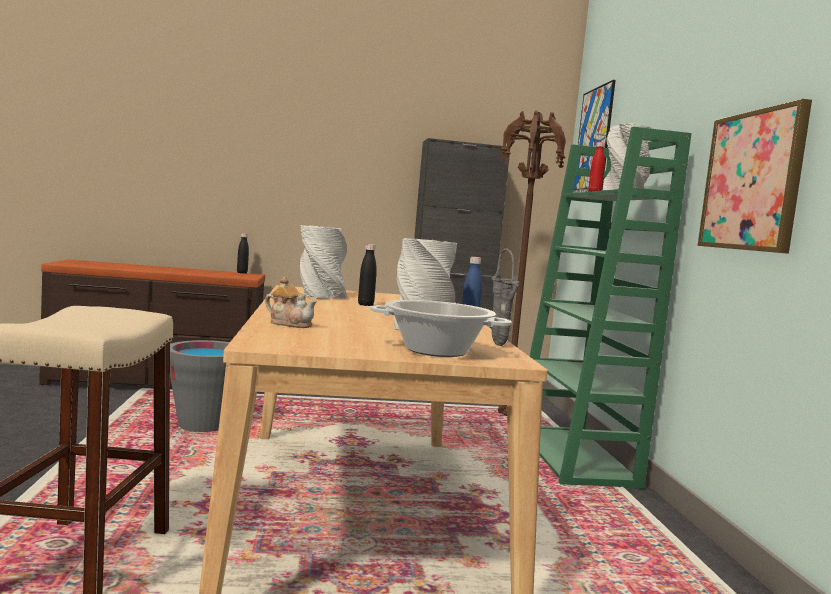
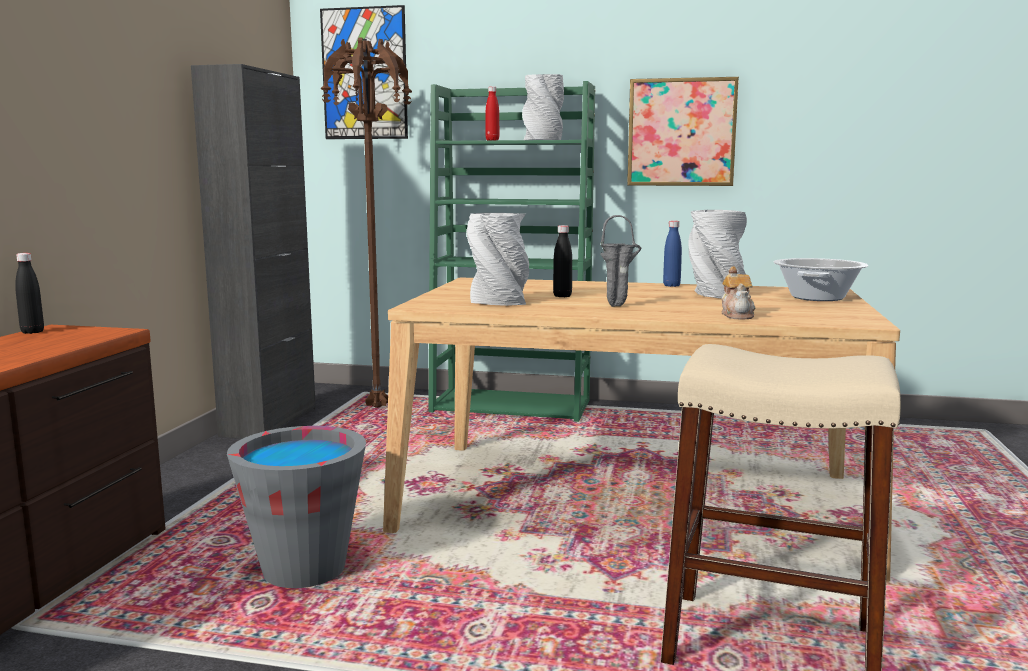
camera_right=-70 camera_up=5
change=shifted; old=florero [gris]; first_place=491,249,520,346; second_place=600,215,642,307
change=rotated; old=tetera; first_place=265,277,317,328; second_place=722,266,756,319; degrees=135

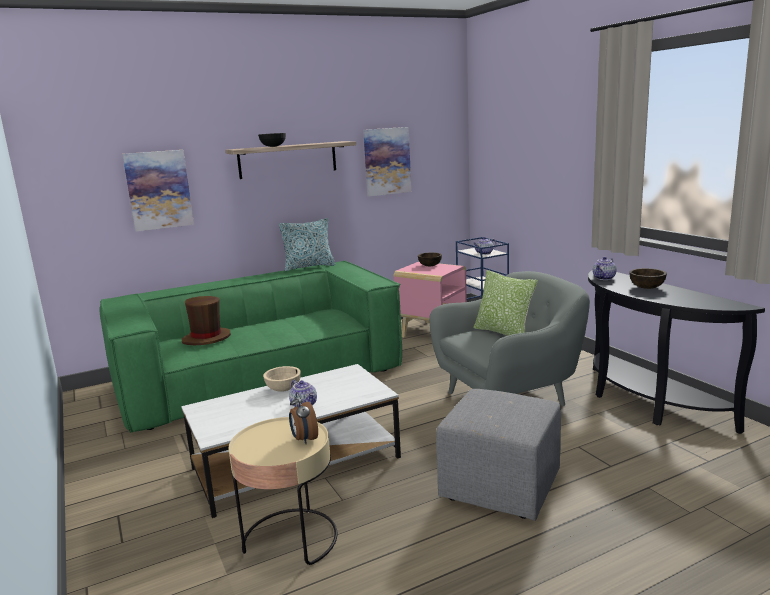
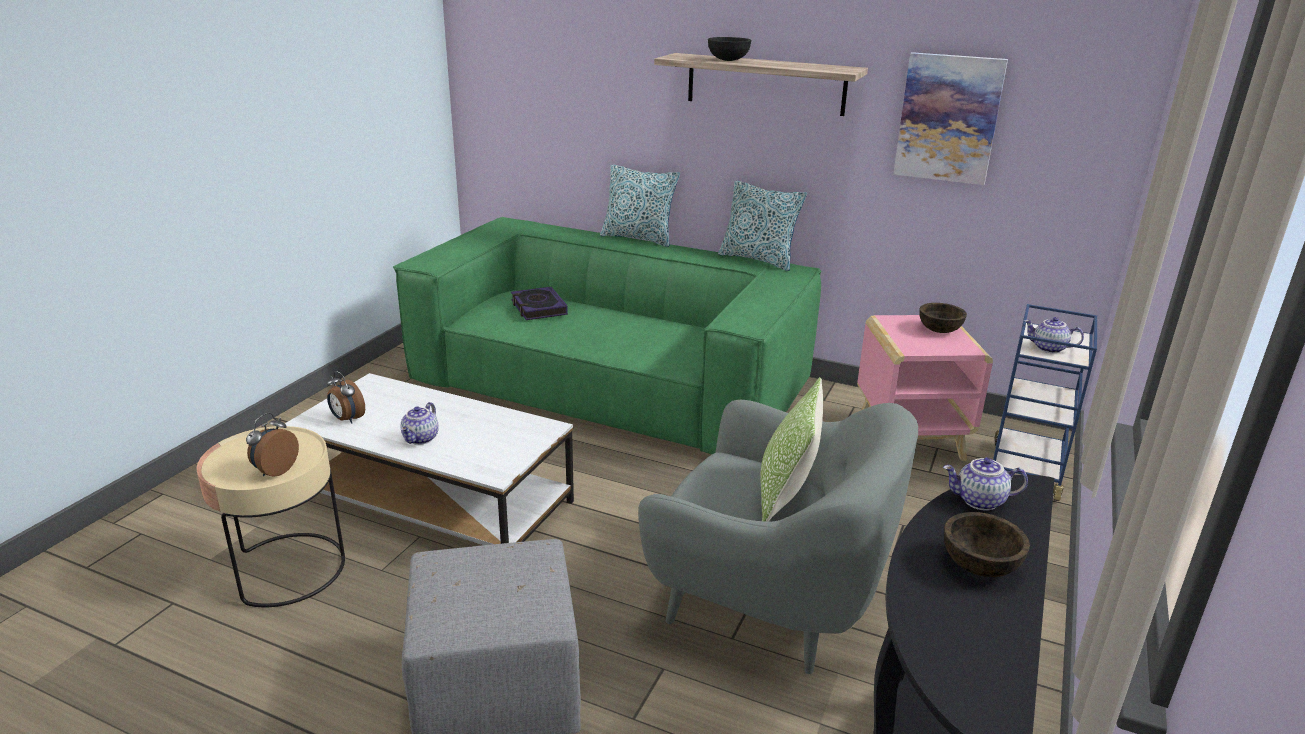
camera_right=50 camera_up=10
change=new; new=despertador; second_place=327,371,365,424
change=swapped; old=sombrero [marrón]; new=libro; first_place=182,296,231,345; second_place=511,287,568,320
change=new; new=cojín; second_place=600,164,680,247
change=gone; old=cuadro; first_place=122,150,194,232
change=gone; old=cuenco [beis]; first_place=263,366,301,392

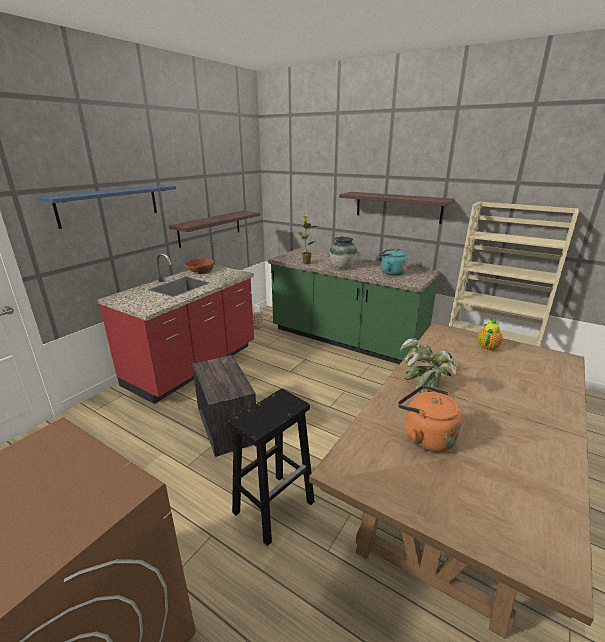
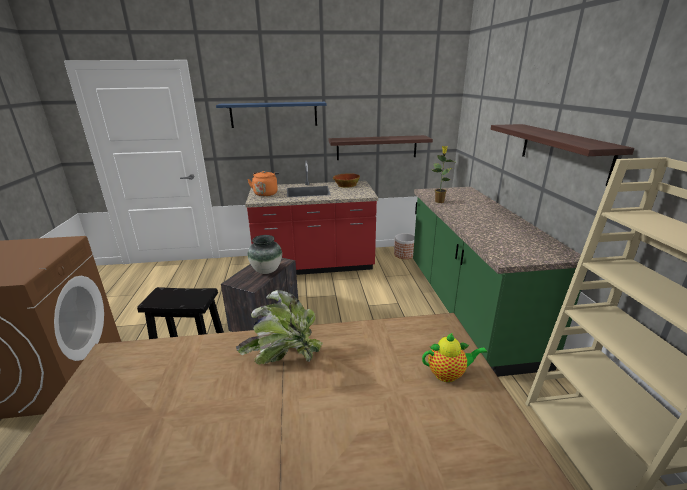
camera_right=50 camera_up=0
change=shifted; old=hervidor [naranja]; first_place=398,385,462,452; second_place=247,171,279,196
change=shifted; old=florero; first_place=329,237,357,269; second_place=248,235,282,274
change=gone; old=hervidor [turquesa]; first_place=378,249,408,276

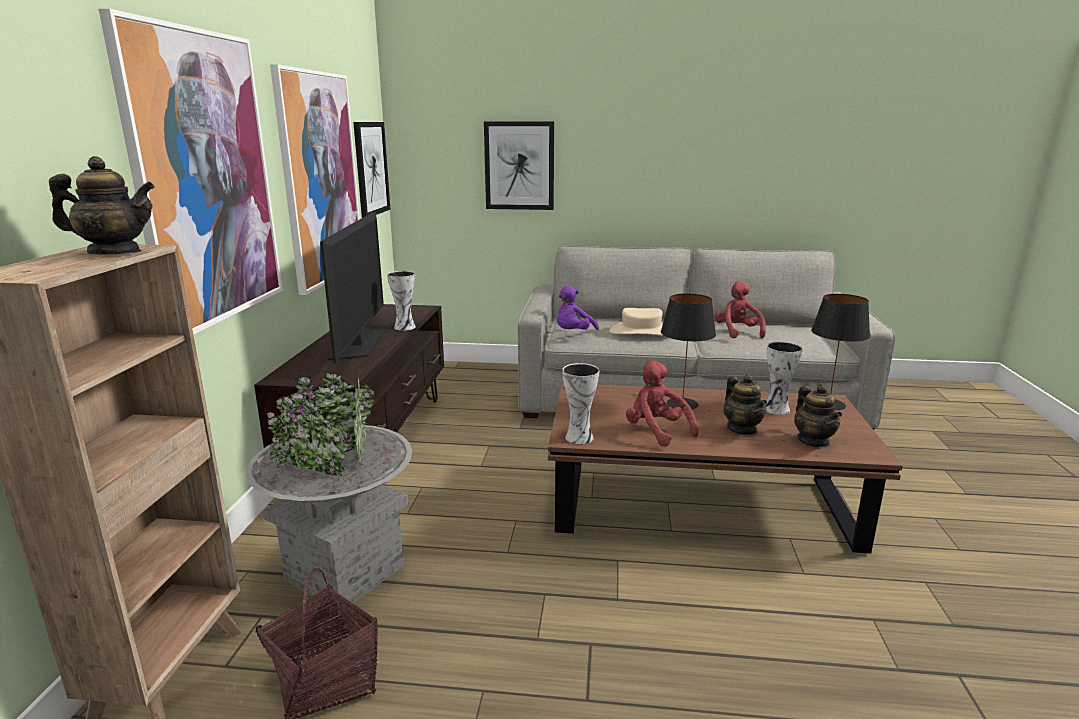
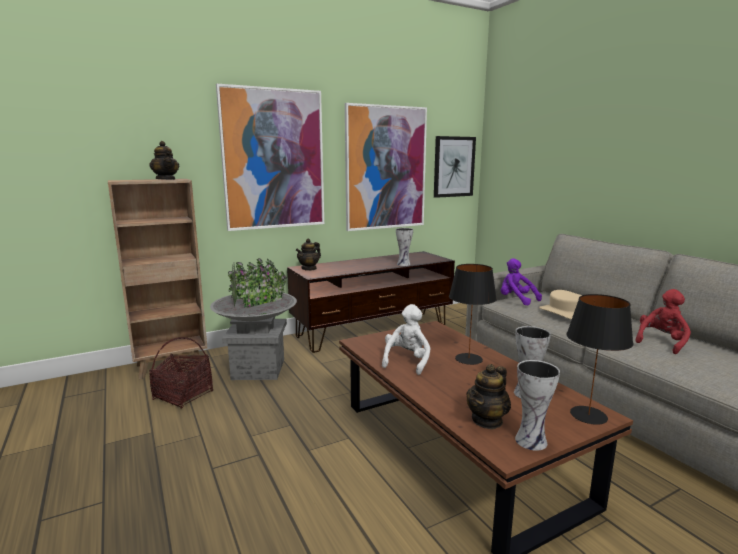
camera_right=55 camera_up=-5
change=shifted; old=tetera; first_place=723,374,767,435; second_place=296,238,321,271
change=repainted; old=peluche [rojo]; new=peluche [blanco]; first_place=626,360,700,447; second_place=382,304,430,375
change=rotated; old=peluche [morado]; first_place=557,286,599,330; second_place=501,258,542,306; degrees=45
change=shifted; old=florero; first_place=562,363,599,444; second_place=515,360,560,451
change=gone; old=televisor; first_place=320,212,385,363
change=gone; old=cuadro; first_place=484,121,554,210

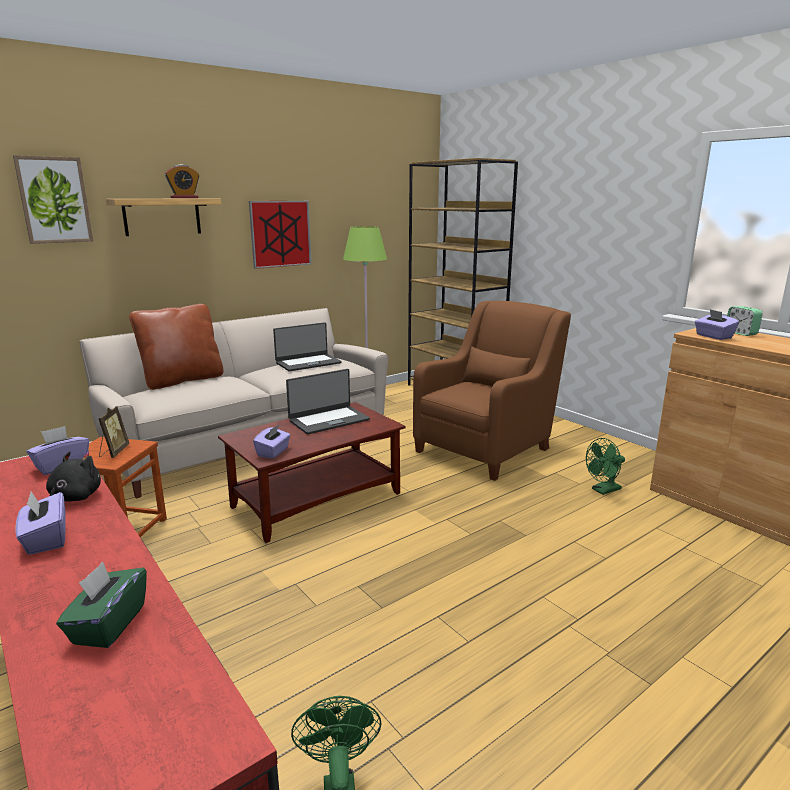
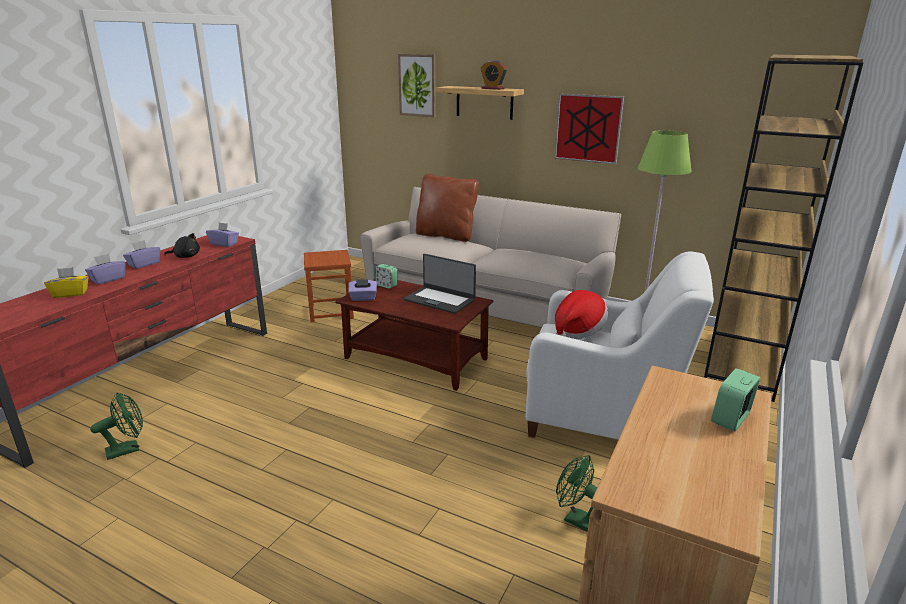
camera_right=65 camera_up=5
change=repainted; old=caja de pañuelos [verde]; new=caja de pañuelos [amarillo]; first_place=56,562,147,648; second_place=44,267,89,298
change=shifted; old=caja de pañuelos [morado]; first_place=695,309,739,340; second_place=85,254,125,284
change=new; new=despertador; second_place=374,264,398,289
change=repainted; old=sillón [marrón]; new=sillón [blanco]; first_place=413,301,571,481; second_place=526,251,714,440
change=new; new=sombrero; second_place=555,290,608,339
change=gone; old=portarretratos; first_place=98,406,130,458
change=gone; old=portátil; first_place=273,322,341,371

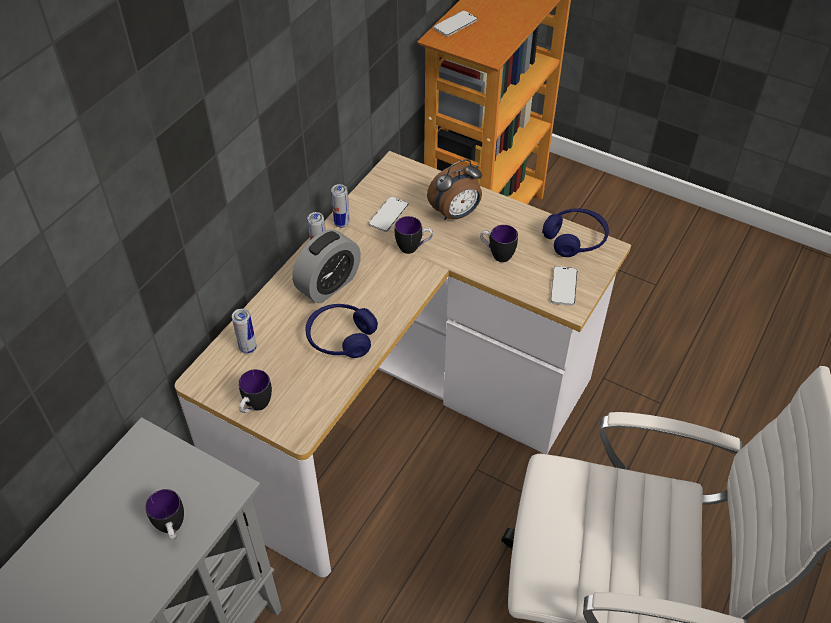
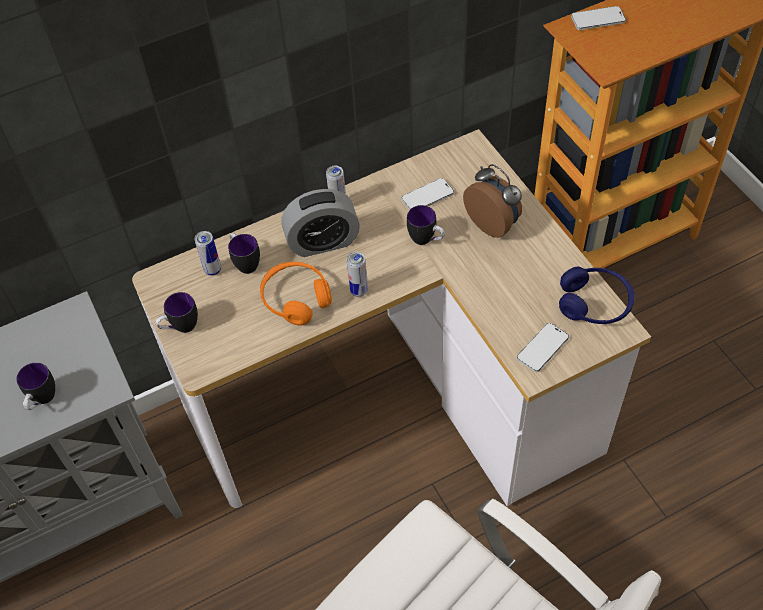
camera_right=35 camera_up=5
change=shifted; old=taza grande; first_place=480,225,518,262; second_place=228,233,260,274
change=repainted; old=auriculares [azul]; new=auriculares [naranja]; first_place=306,304,378,358; second_place=260,262,332,326
change=shifted; old=lata; first_place=331,184,350,228; second_place=347,252,368,297
change=rotated; old=despertador; first_place=427,159,482,220; second_place=463,164,522,238; degrees=-135

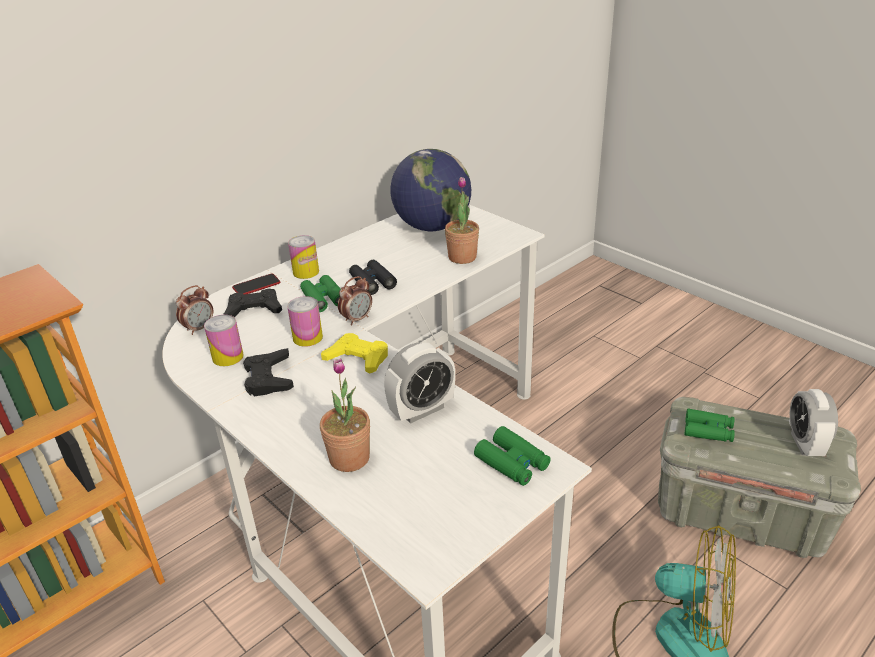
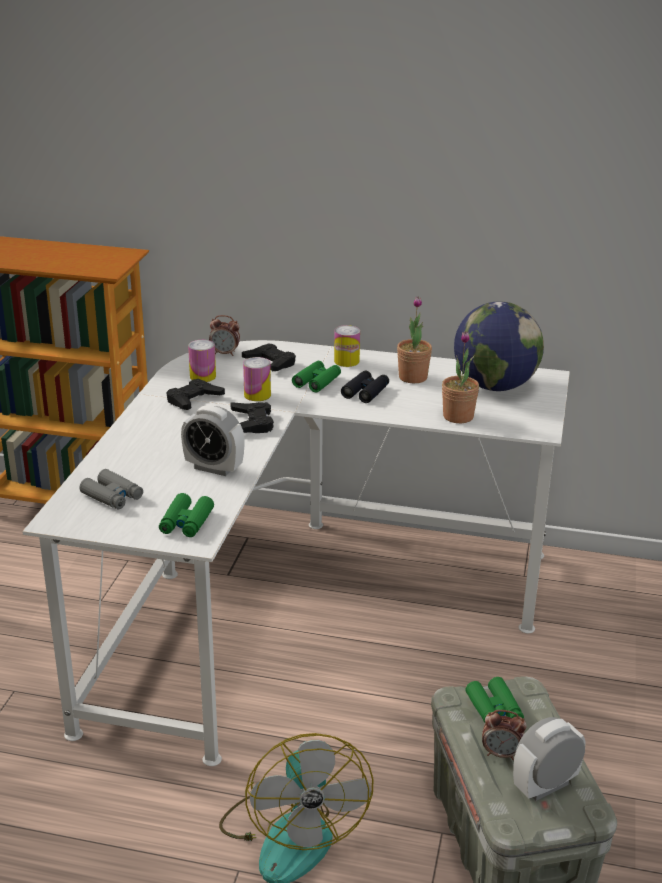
camera_right=55 camera_up=-5
change=new; new=prismáticos [gris]; second_place=79,469,143,509
change=repainted; old=mando de consola [amarillo]; new=mando de consola [negro]; first_place=321,333,388,373; second_place=230,402,274,433
change=shifted; old=planta en maceta; first_place=320,358,370,472; second_place=397,297,432,383
change=shifted; old=despertador; first_place=338,276,372,326; second_place=482,710,527,760
change=gone; old=móvil; first_place=232,274,280,295

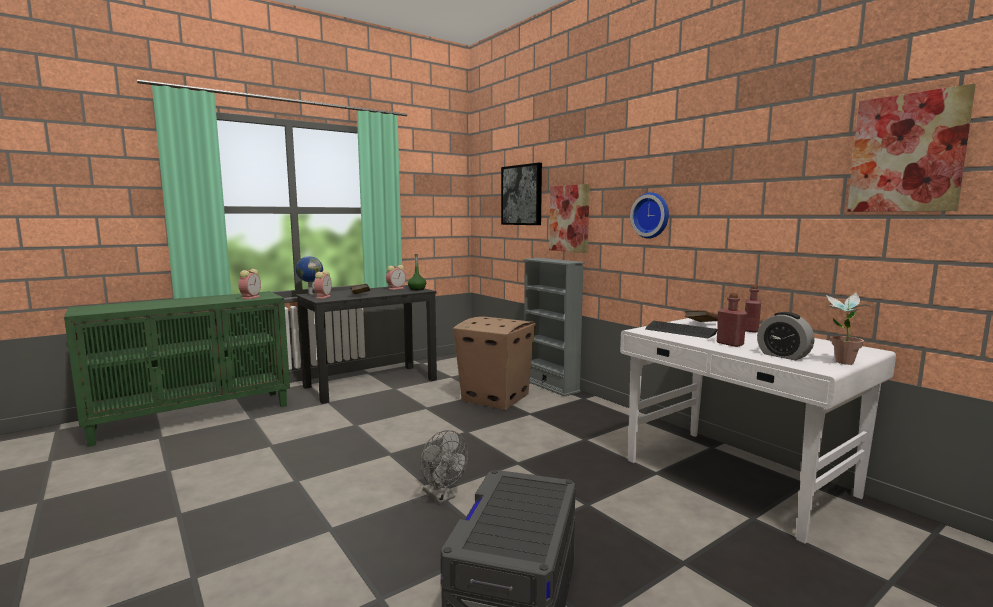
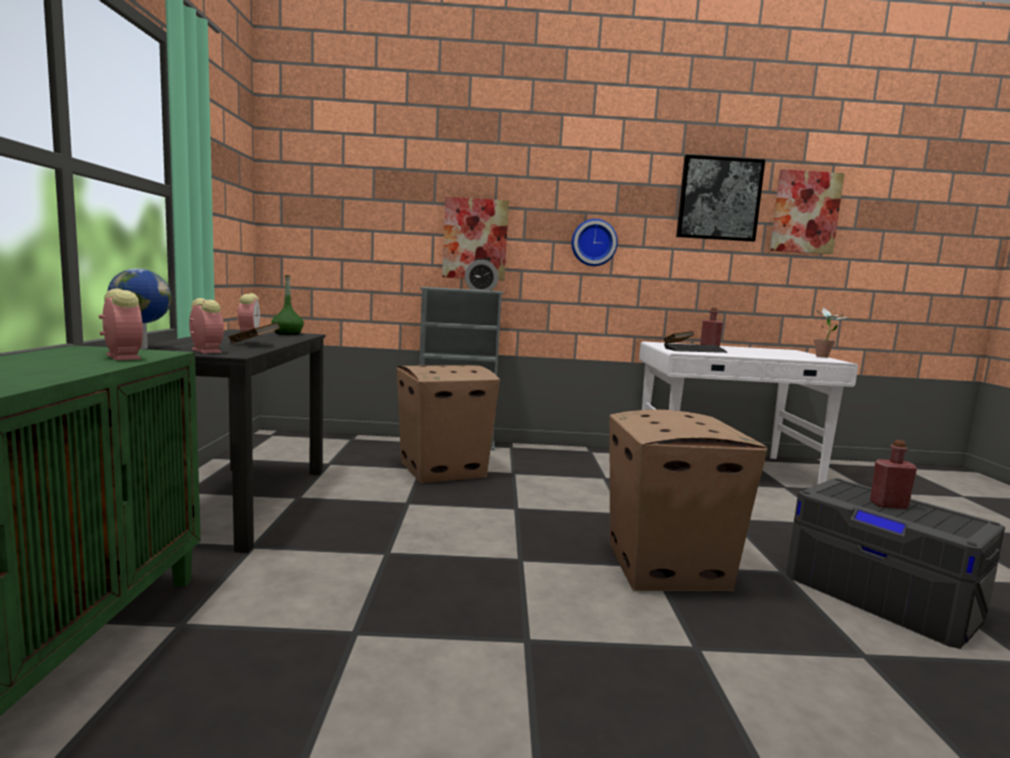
camera_right=-55 camera_up=0
change=shifted; old=despertador; first_place=757,312,814,361; second_place=465,258,498,291
change=swapped; old=ventilador [gris]; new=caja de cartón; first_place=420,430,468,503; second_place=609,409,767,592
change=shifted; old=cuadro; first_place=501,163,542,225; second_place=676,155,765,242
change=shifted; old=botella [rojo]; first_place=717,293,747,347; second_place=870,440,917,509

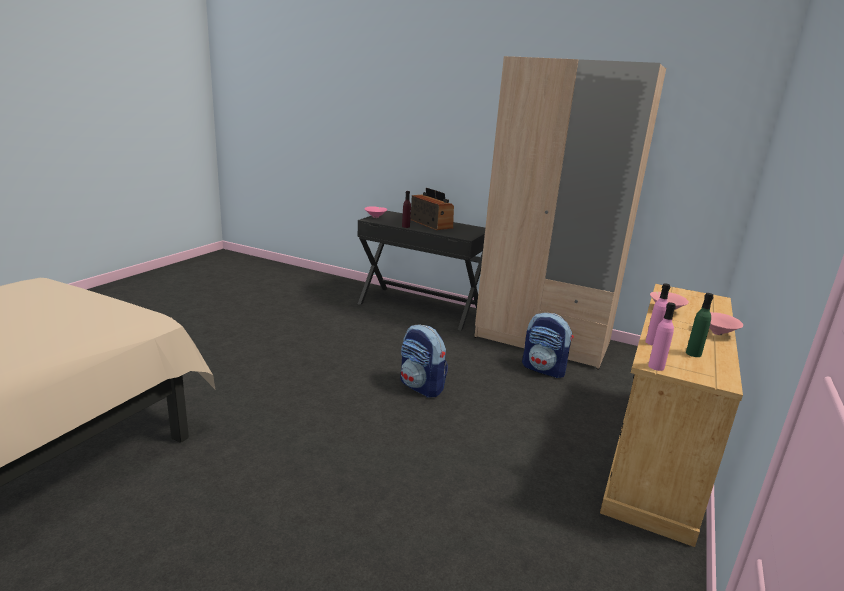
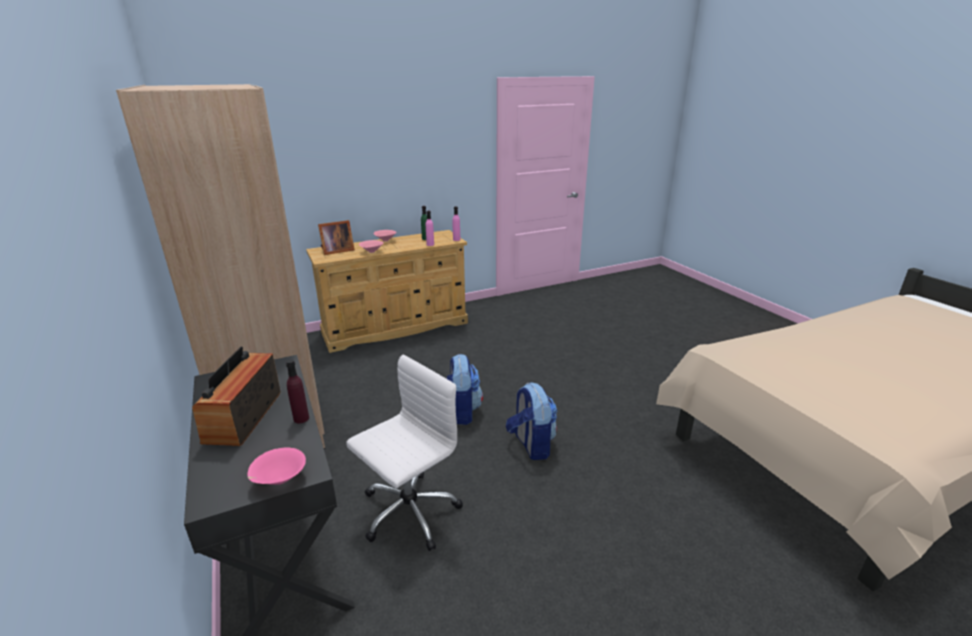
camera_right=-140 camera_up=5
change=new; new=portarretratos; second_place=318,220,355,255
change=new; new=silla de oficina [blanco]; second_place=346,354,463,551
change=shifted; old=mochila; first_place=522,312,574,378; second_place=506,383,557,460

